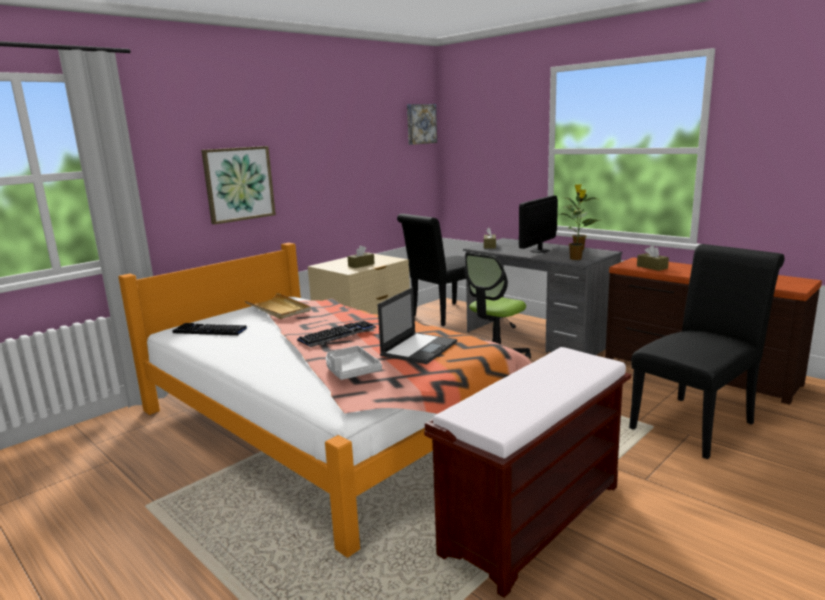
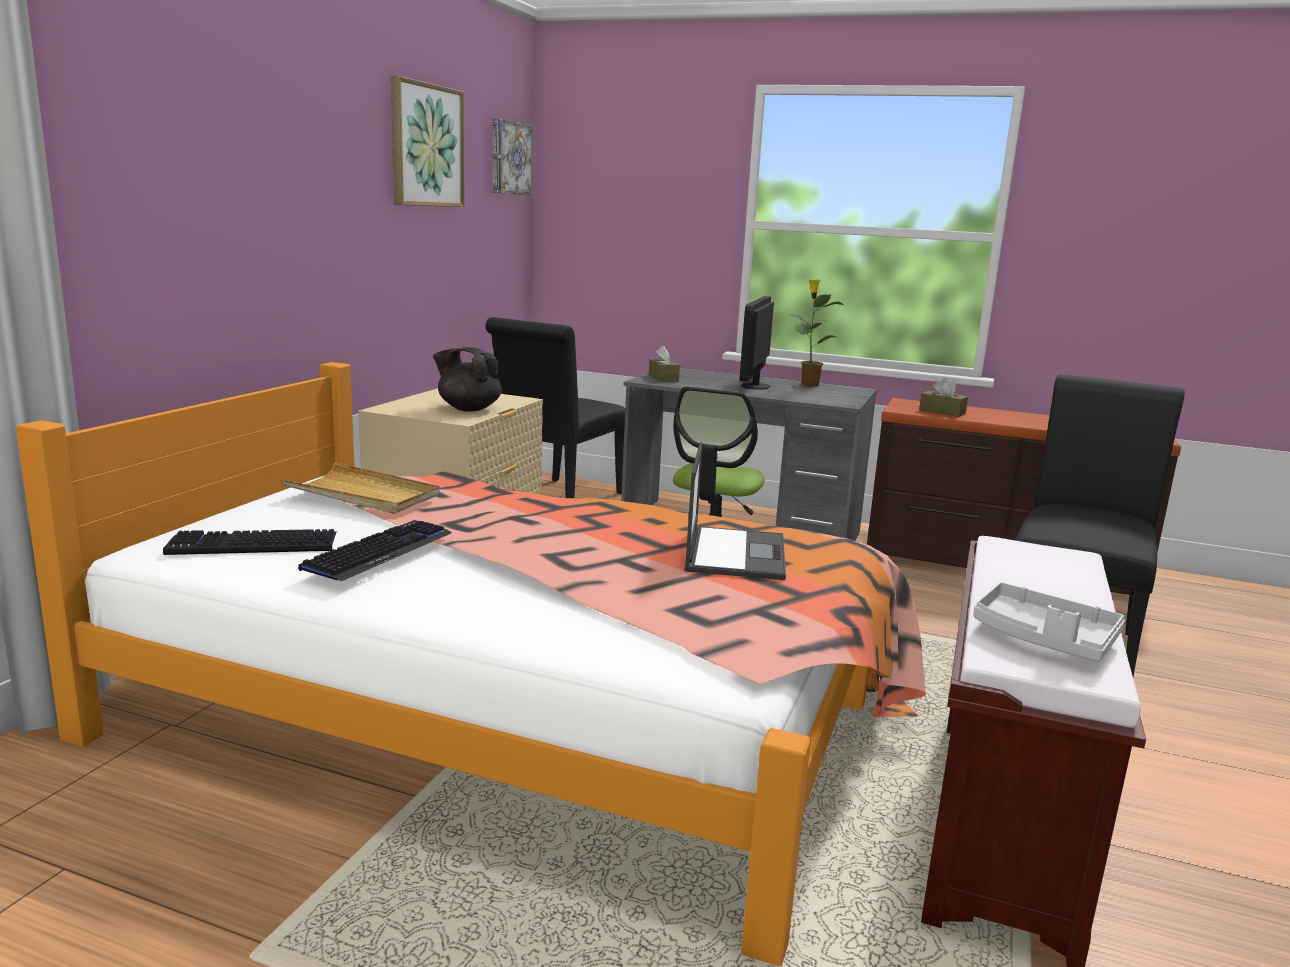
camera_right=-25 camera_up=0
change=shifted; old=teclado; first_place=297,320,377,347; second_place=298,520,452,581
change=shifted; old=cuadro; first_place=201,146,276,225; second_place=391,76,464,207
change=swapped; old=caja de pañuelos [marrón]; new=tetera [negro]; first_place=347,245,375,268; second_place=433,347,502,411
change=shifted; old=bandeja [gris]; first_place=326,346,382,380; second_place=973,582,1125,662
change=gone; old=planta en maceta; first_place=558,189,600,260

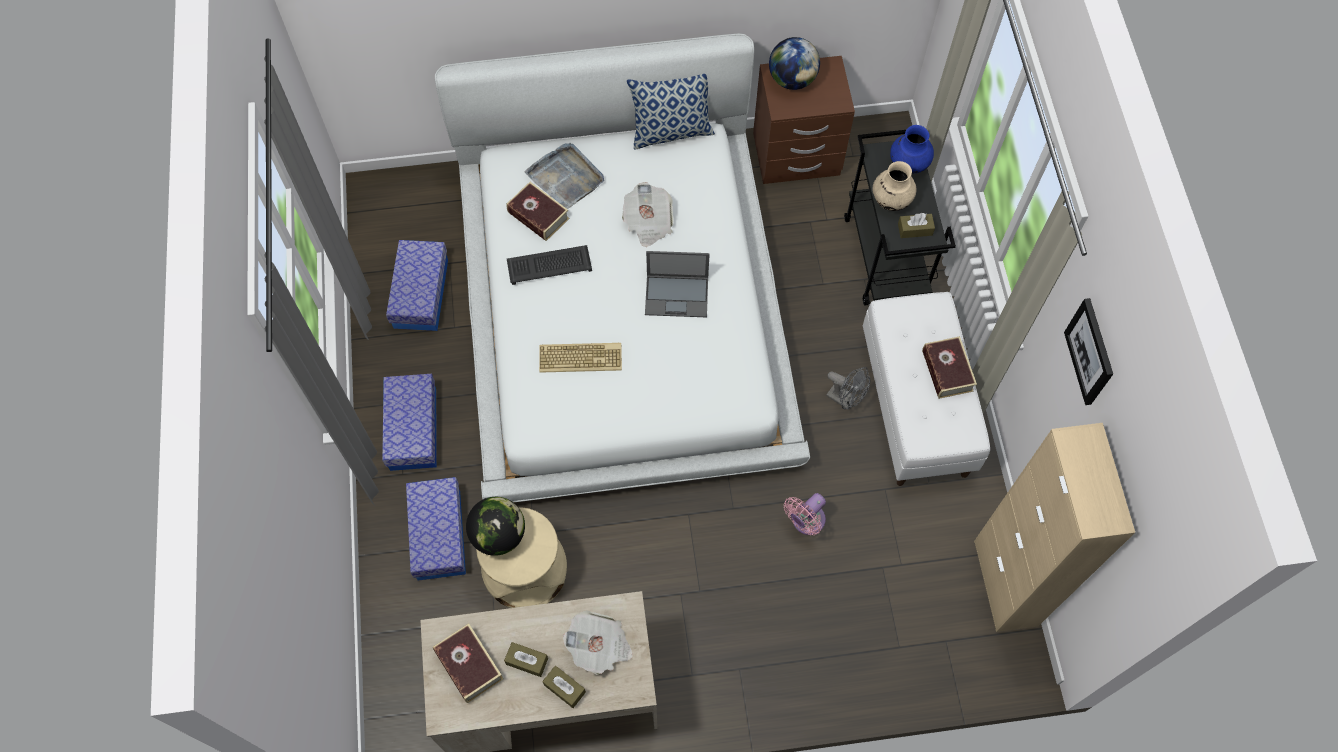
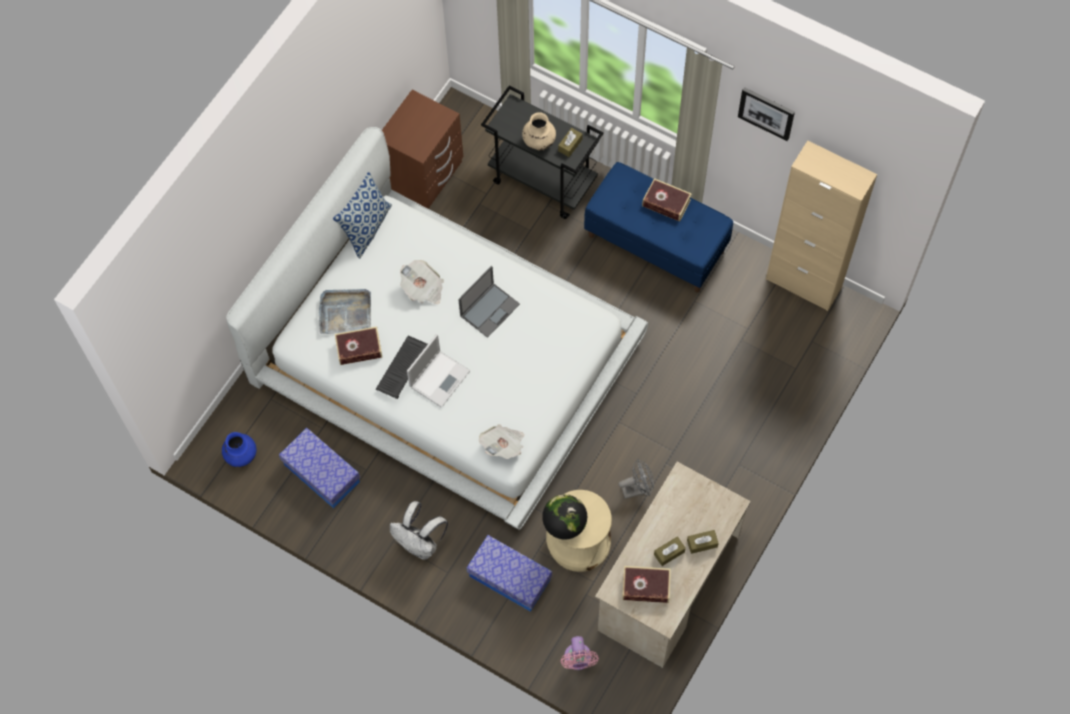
camera_right=-50 camera_up=0
change=shifted; old=florero [azul]; first_place=890,125,934,173; second_place=222,432,257,467
change=swapped; old=caja de almacenaje; new=mochila [blanco]; first_place=382,374,437,471; second_place=390,501,448,560
change=new; new=portátil; second_place=407,334,471,408
change=shifted; old=periódico; first_place=563,610,633,675; second_place=479,424,524,459
change=shifted; old=ventilador [rosa]; first_place=784,493,826,535; second_place=561,636,599,670
change=repainted; old=banco [blanco]; new=banco [azul]; first_place=863,292,990,486; second_place=584,162,733,293
change=shifted; old=ventilador [gris]; first_place=826,367,870,410; second_place=619,459,654,499
change=gone; old=teclado; first_place=539,342,622,373
change=gone; old=globo terráqueo; first_place=769,37,820,90

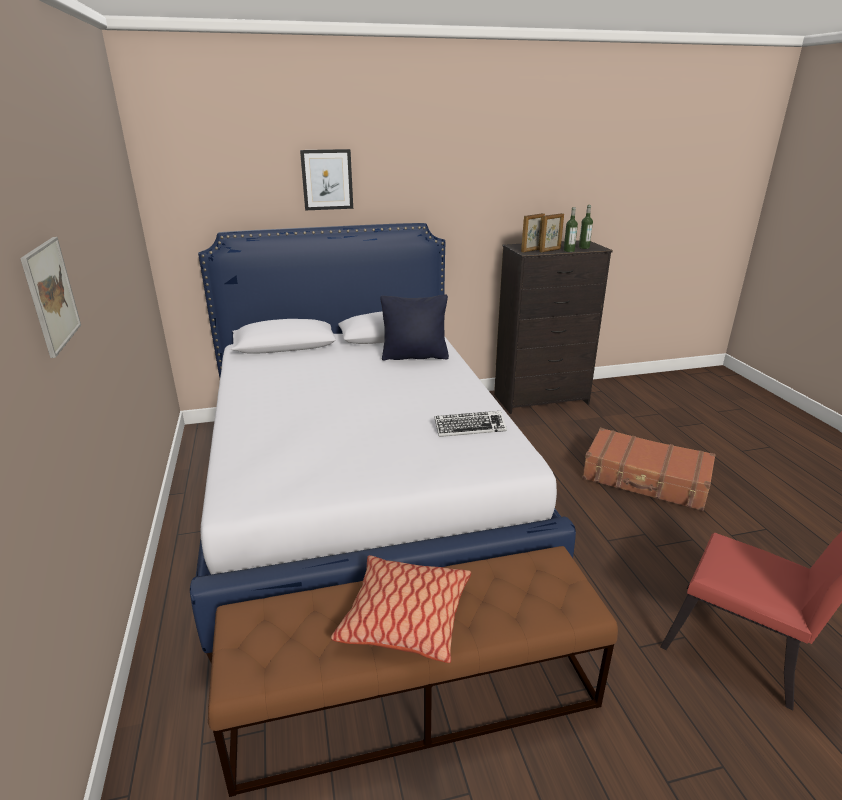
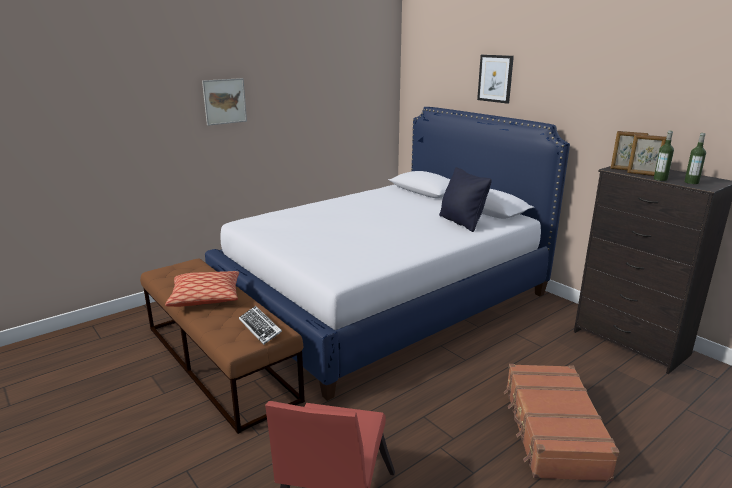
camera_right=65 camera_up=-5
change=shifted; old=teclado; first_place=434,411,507,437; second_place=239,306,282,345

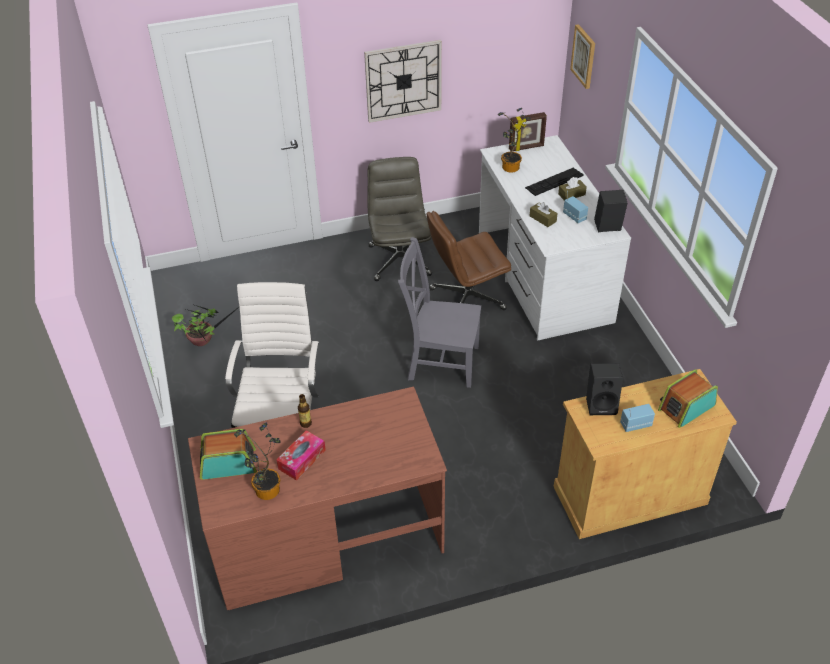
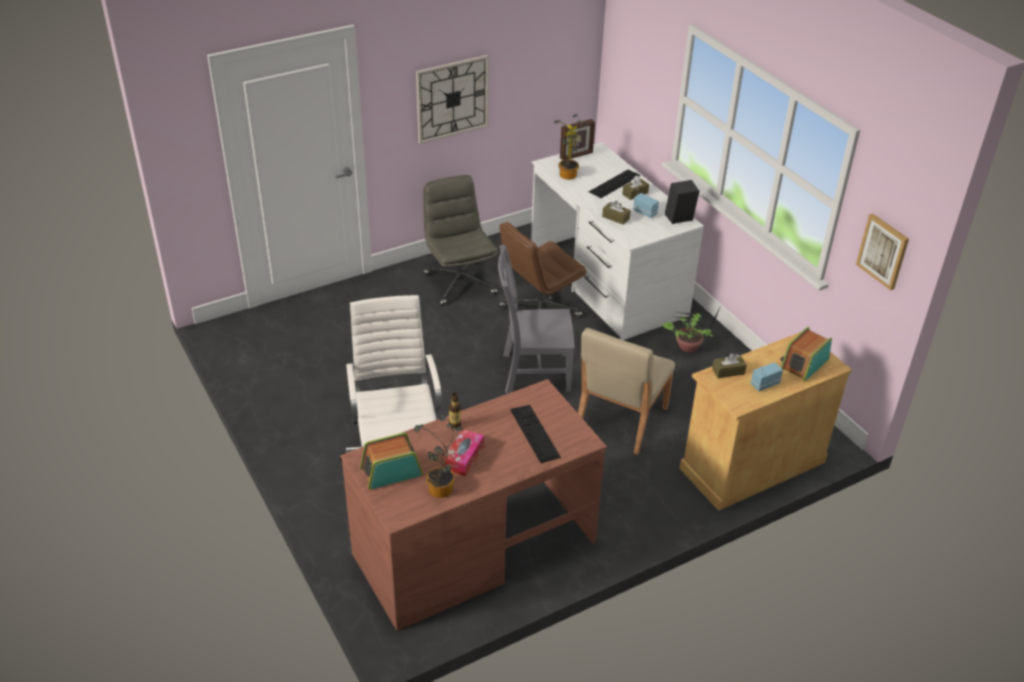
camera_right=-15 camera_up=-5
change=new; new=teclado; second_place=510,405,561,463
change=new; new=silla [beis]; second_place=578,328,675,455
change=shifted; old=planta en maceta; first_place=172,305,239,346; second_place=662,305,721,352
change=swapped; old=altavoz [negro]; new=caja de pañuelos [marrón]; first_place=586,363,623,415; second_place=712,353,747,378
change=shifted; old=cuadro; first_place=570,24,595,89; second_place=856,213,909,290

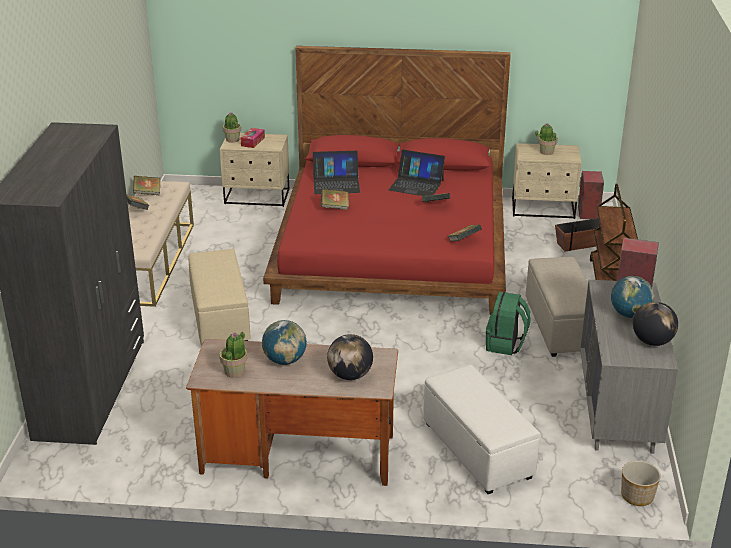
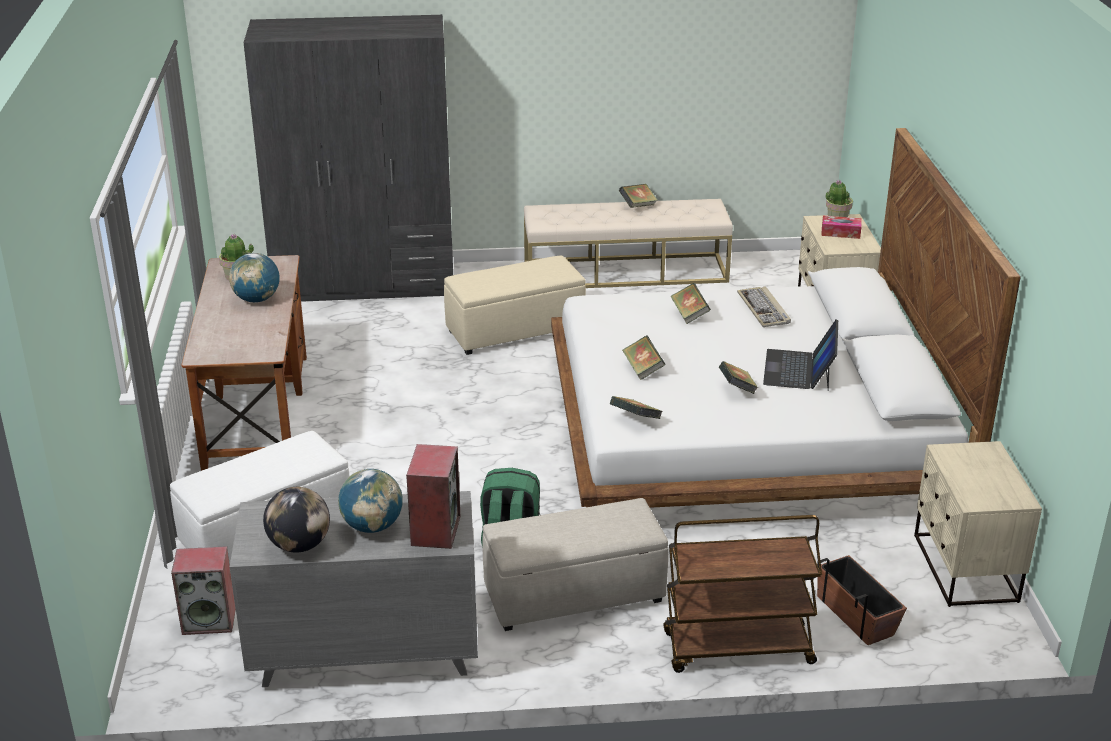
camera_right=80 camera_up=0
change=shifted; old=altavoz; first_place=578,171,604,219; second_place=171,546,236,635
change=repainted; old=cama [rojo]; new=cama [blanco]; first_place=263,46,511,315; second_place=551,128,1021,508
change=shifted; old=libro; first_place=133,176,160,195; second_place=622,336,666,380
change=swapped; old=portátil; new=teclado; first_place=313,151,360,194; second_place=737,286,791,327
change=gone; old=globo terráqueo; first_place=327,334,373,380
change=gone; old=planta en maceta; first_place=535,123,558,155
change=gone; old=maceta; first_place=621,461,661,506

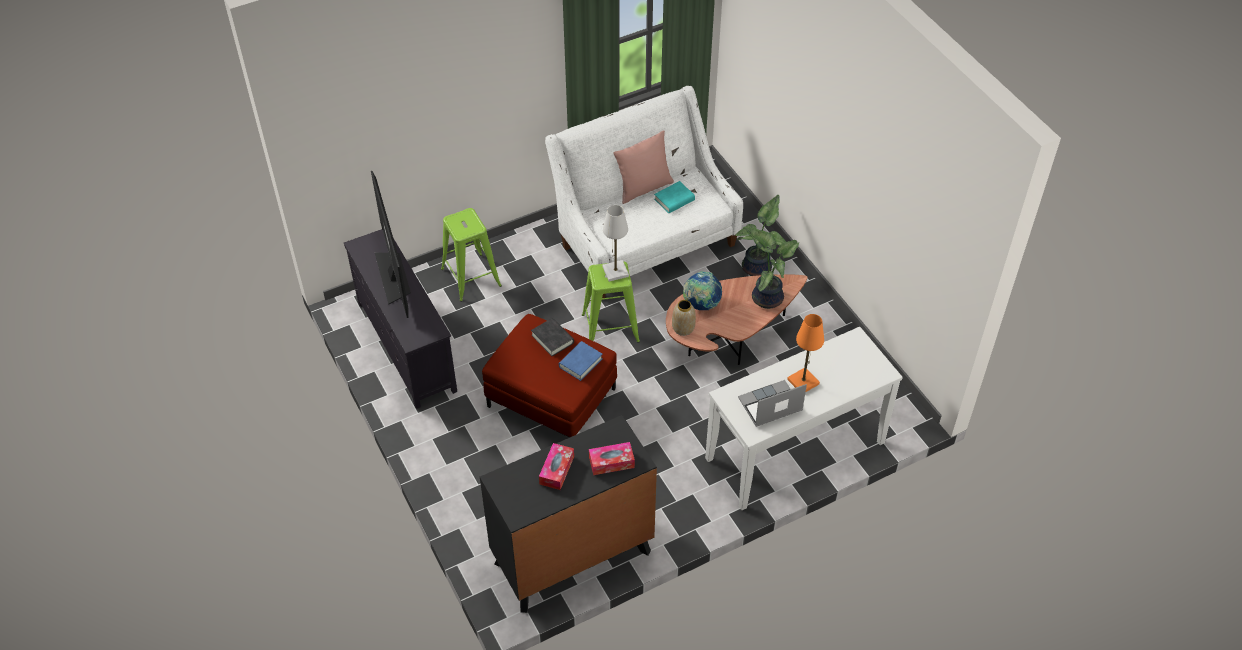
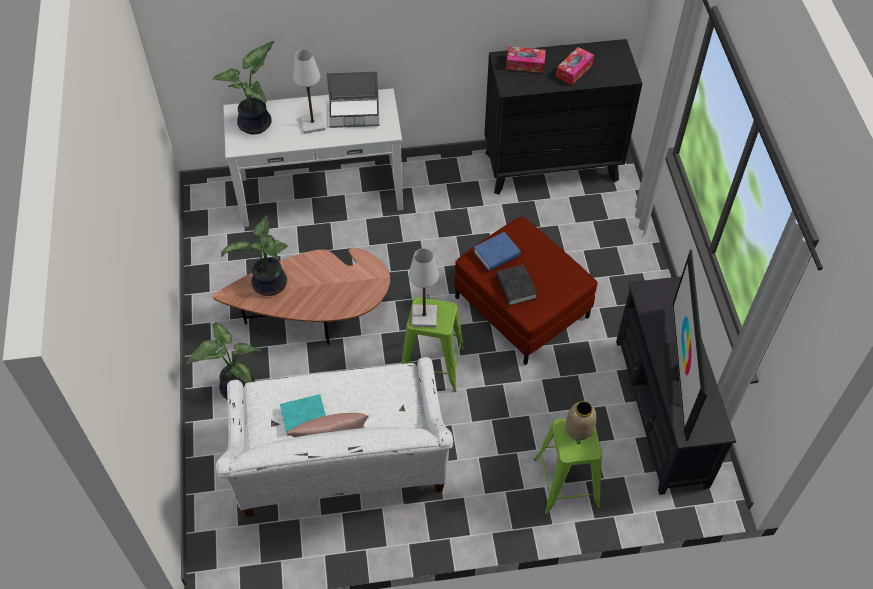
camera_right=-160 camera_up=5
change=new; new=planta en maceta; second_place=213,41,275,134
change=repainted; old=lámpara de mesa [naranja]; new=lámpara de mesa [blanco]; first_place=787,314,824,392; second_place=293,49,326,134
change=shifted; old=florero; first_place=672,300,696,336; second_place=565,401,597,440
change=gone; old=globo terráqueo; first_place=683,271,722,310

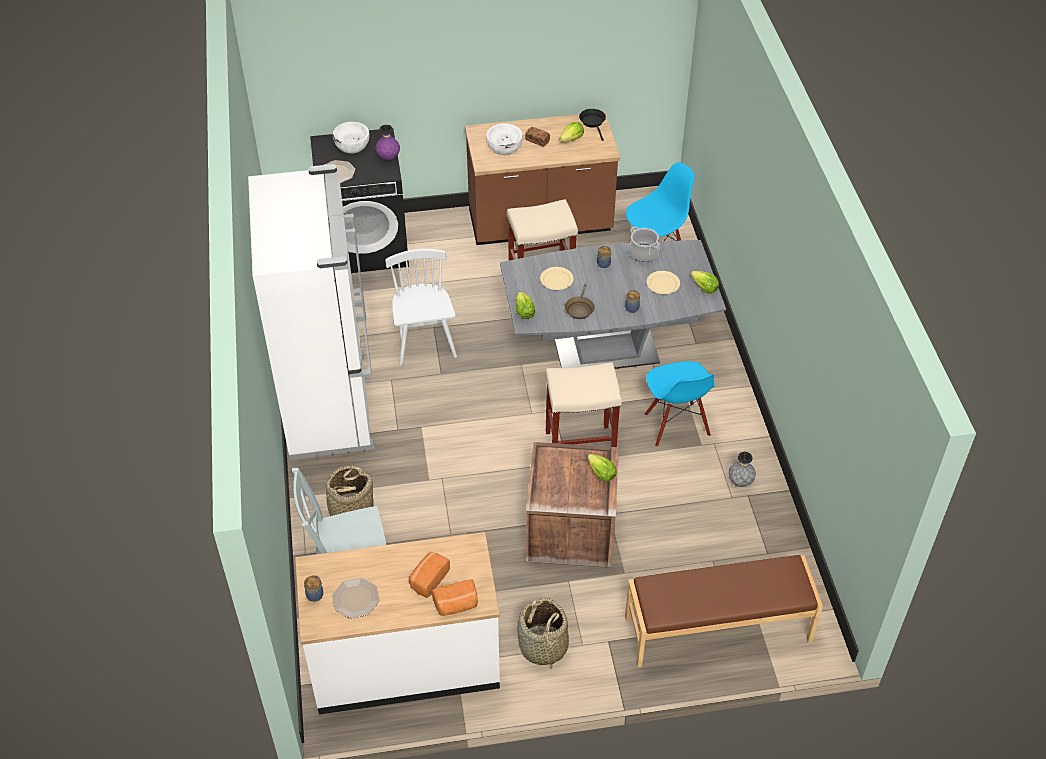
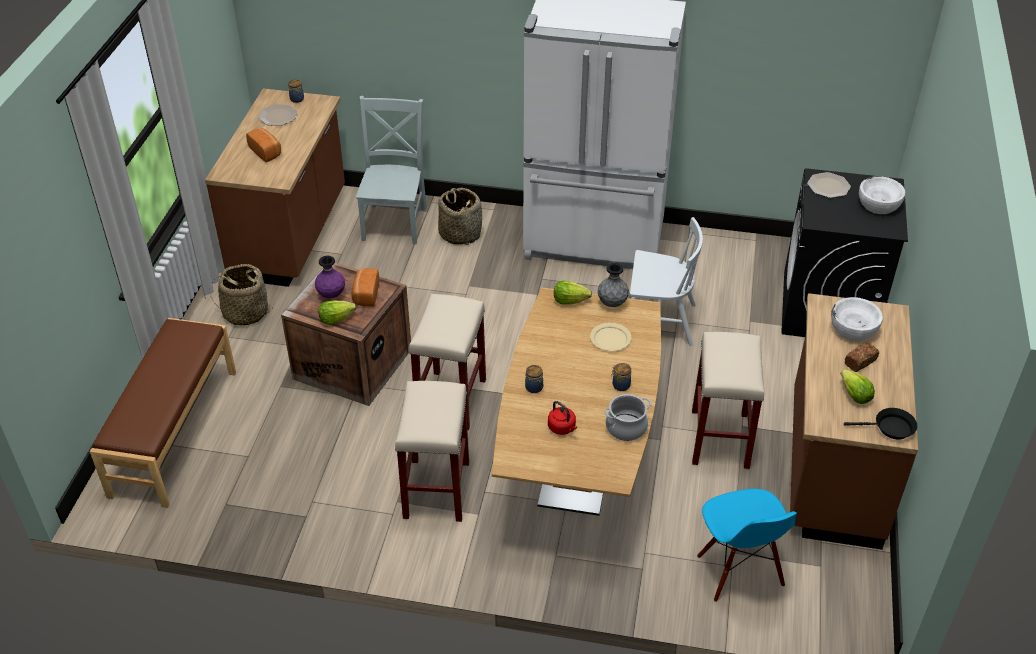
camera_right=110 camera_up=-5
change=repainted; old=mueble bajo de cocina [blanco]; new=mueble bajo de cocina [marrón]; first_place=295,532,500,715; second_place=205,88,345,287
change=shifted; old=florero [morado]; first_place=375,125,400,161; second_place=315,256,345,298
change=shifted; old=pan; first_place=432,579,478,616; second_place=351,268,379,307
change=swapped; old=silla [azul]; new=taburete [beis]; first_place=645,361,715,447; second_place=395,381,469,522
change=repainted; old=mesa de comedor [gris]; new=mesa de comedor [marrón]; first_place=500,240,726,369; second_place=492,288,661,516
change=swapped; old=plato [beis]; new=hervidor [rojo]; first_place=647,271,680,294; second_place=548,401,577,435
change=shifted; old=florero [gris]; first_place=729,452,756,487; second_place=598,263,629,307
change=gone; old=sartén [marrón]; first_place=565,283,595,319
change=gone; old=lechuga; first_place=690,271,719,294

